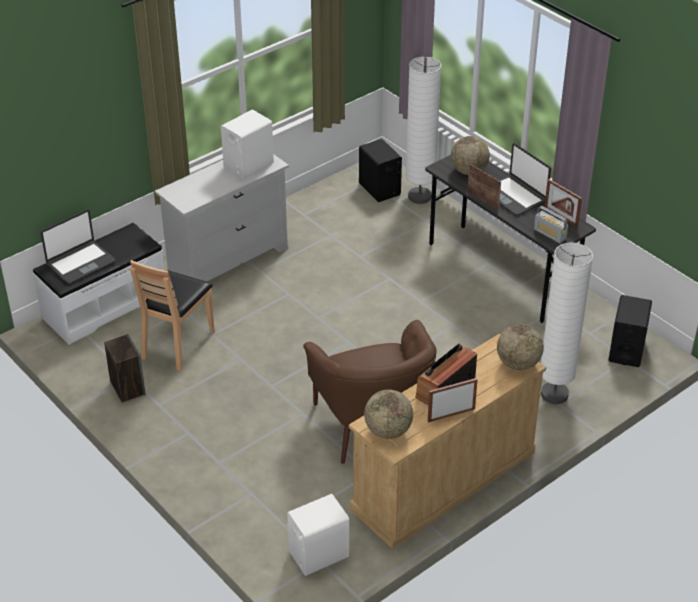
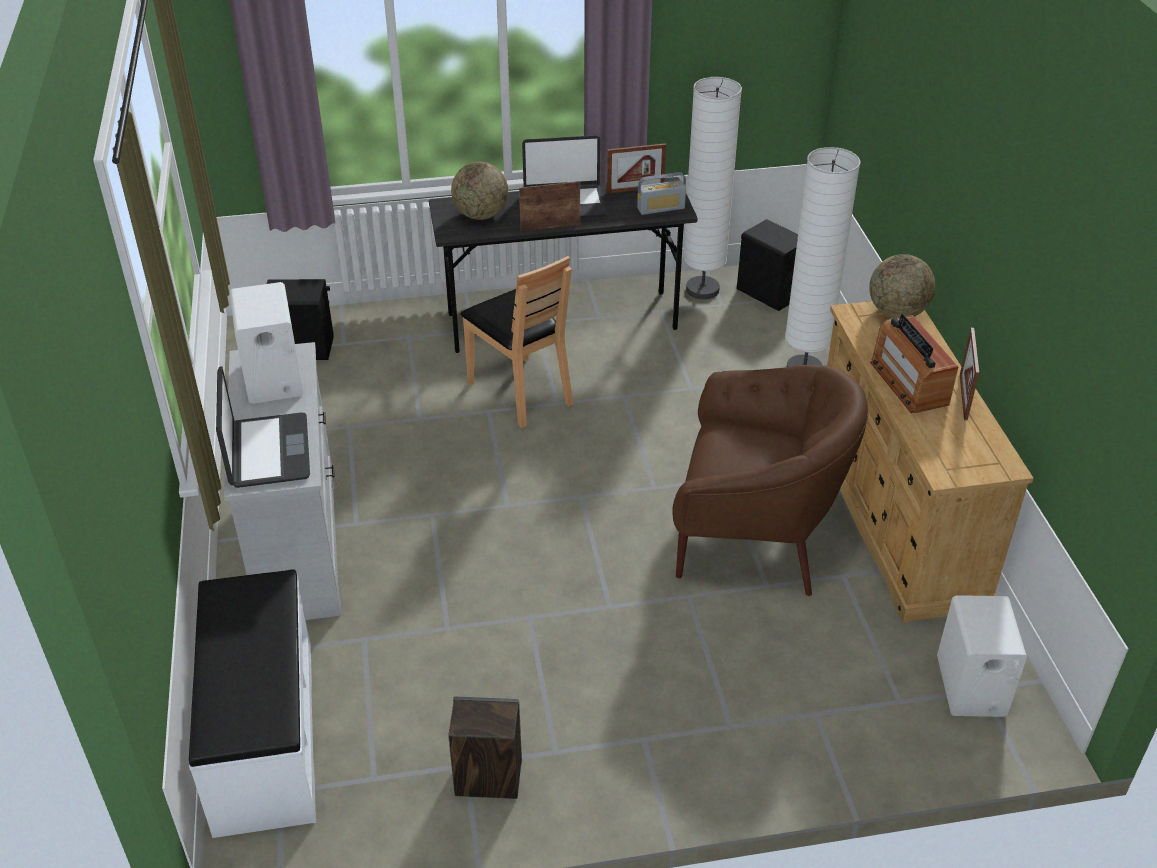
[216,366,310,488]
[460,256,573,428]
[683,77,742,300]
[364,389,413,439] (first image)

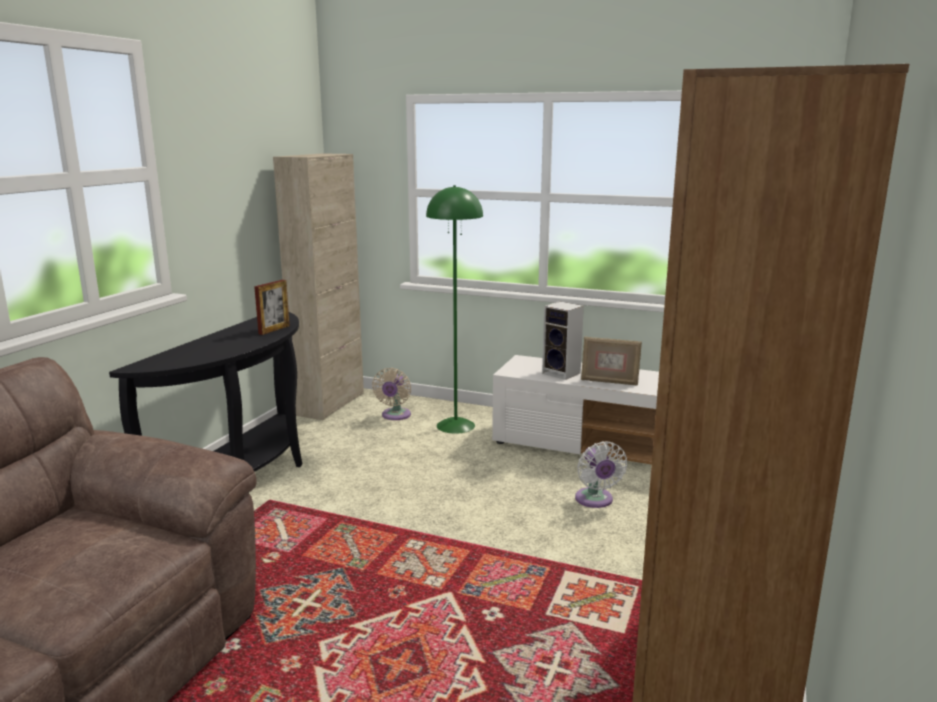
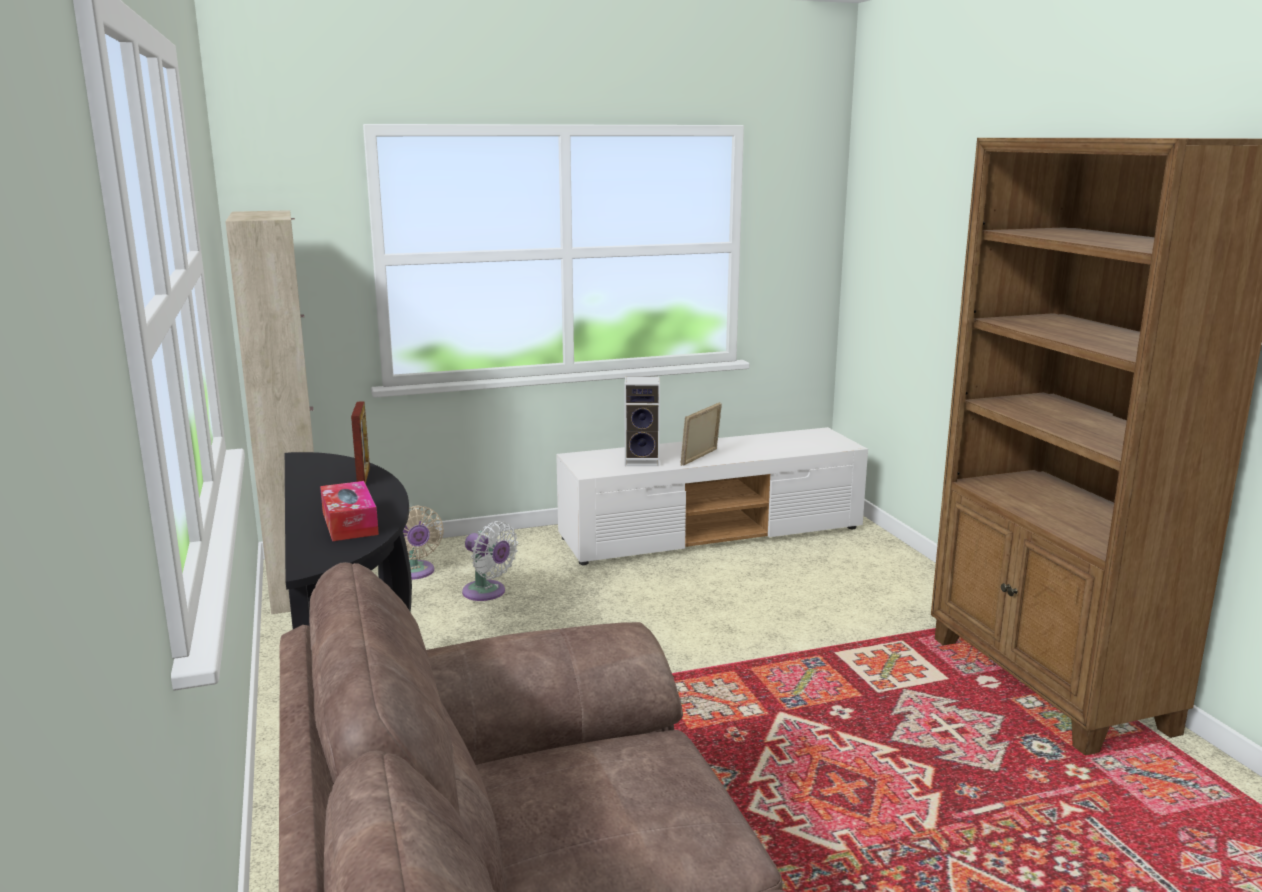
[320,481,379,541]
[462,521,518,601]
[681,402,722,466]
[426,185,483,434] (first image)

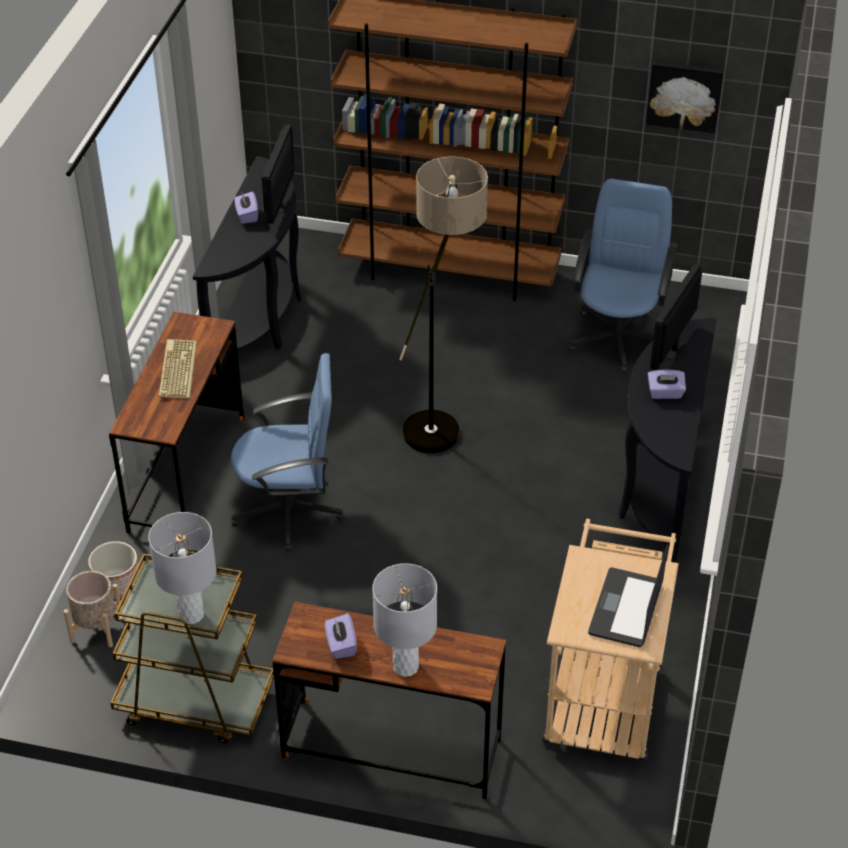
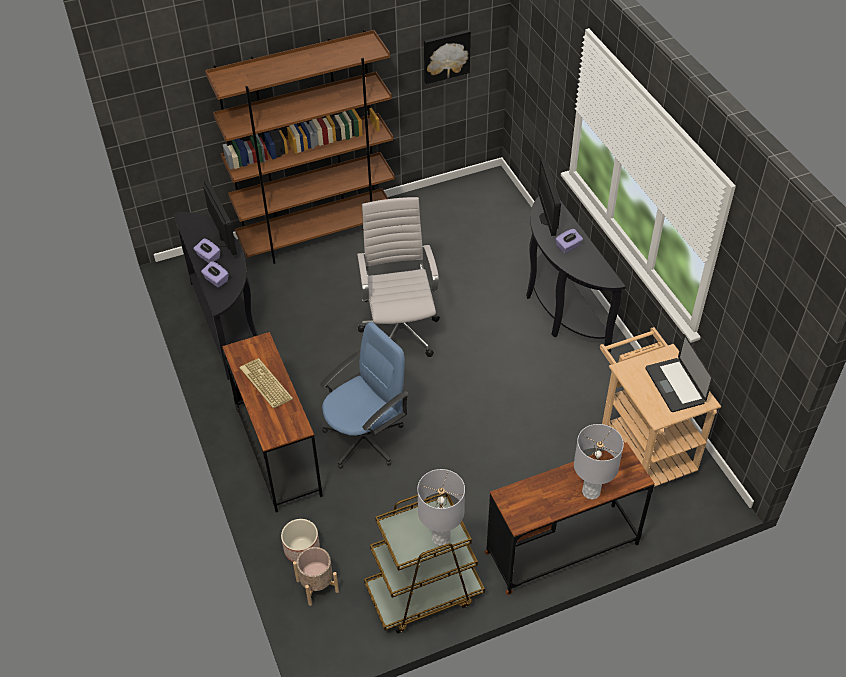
[201,261,229,288]
[357,197,440,357]
[569,179,678,373] (first image)

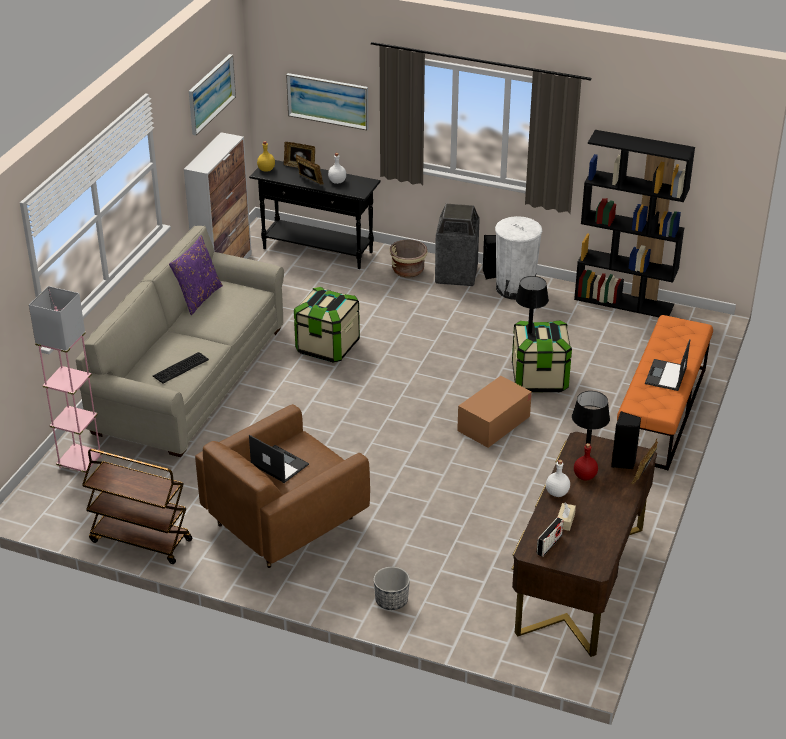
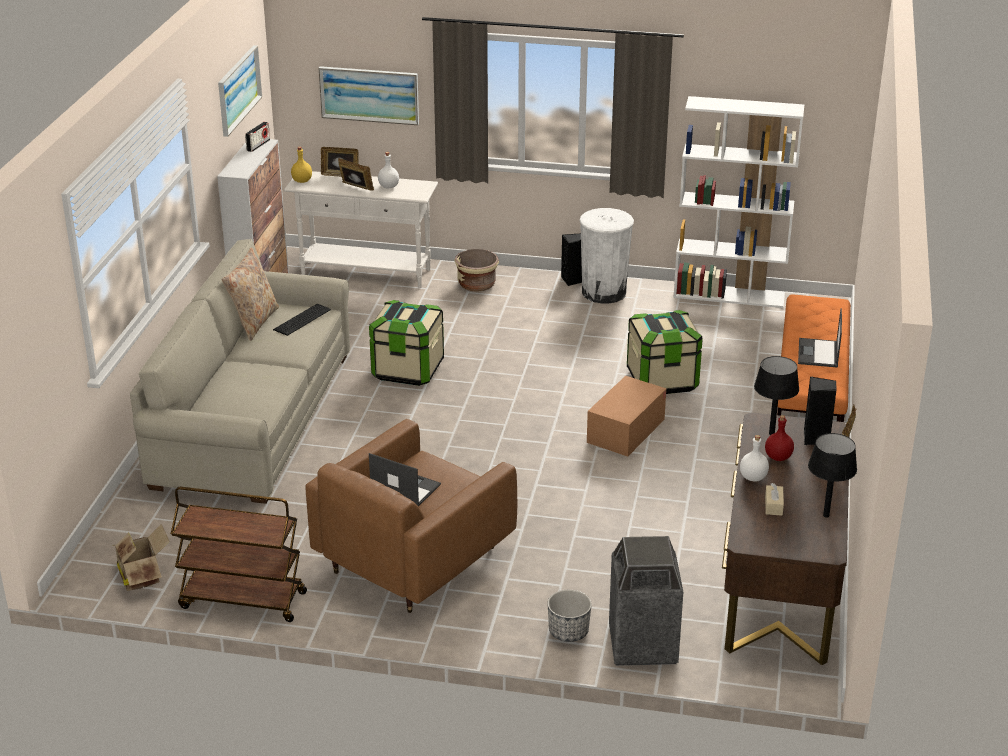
[115,524,170,591]
[221,247,279,341]
[245,122,270,152]
[273,304,331,336]
[284,171,438,288]
[609,536,683,666]
[673,96,804,308]
[808,433,857,518]
[29,286,102,475] (first image)

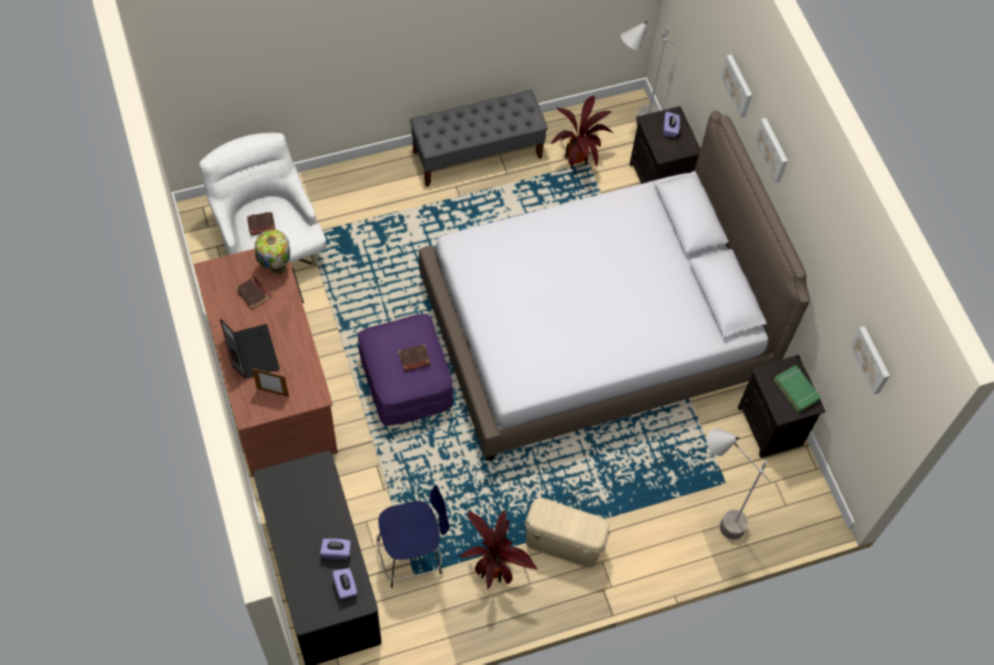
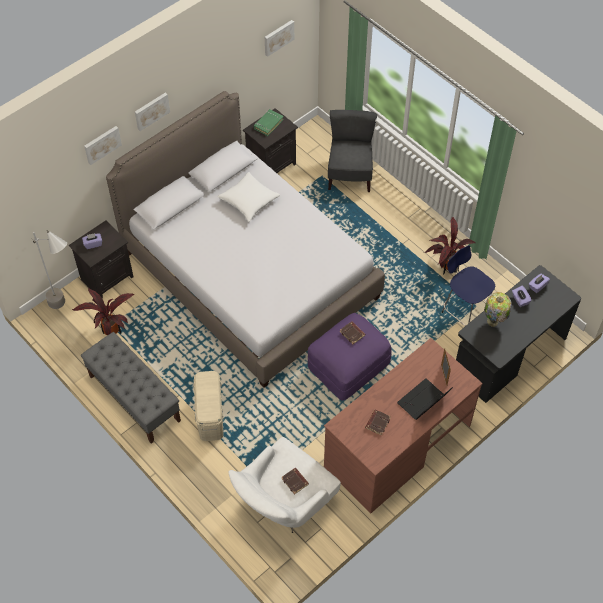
[193,371,224,441]
[217,172,280,222]
[328,110,377,192]
[484,292,512,327]

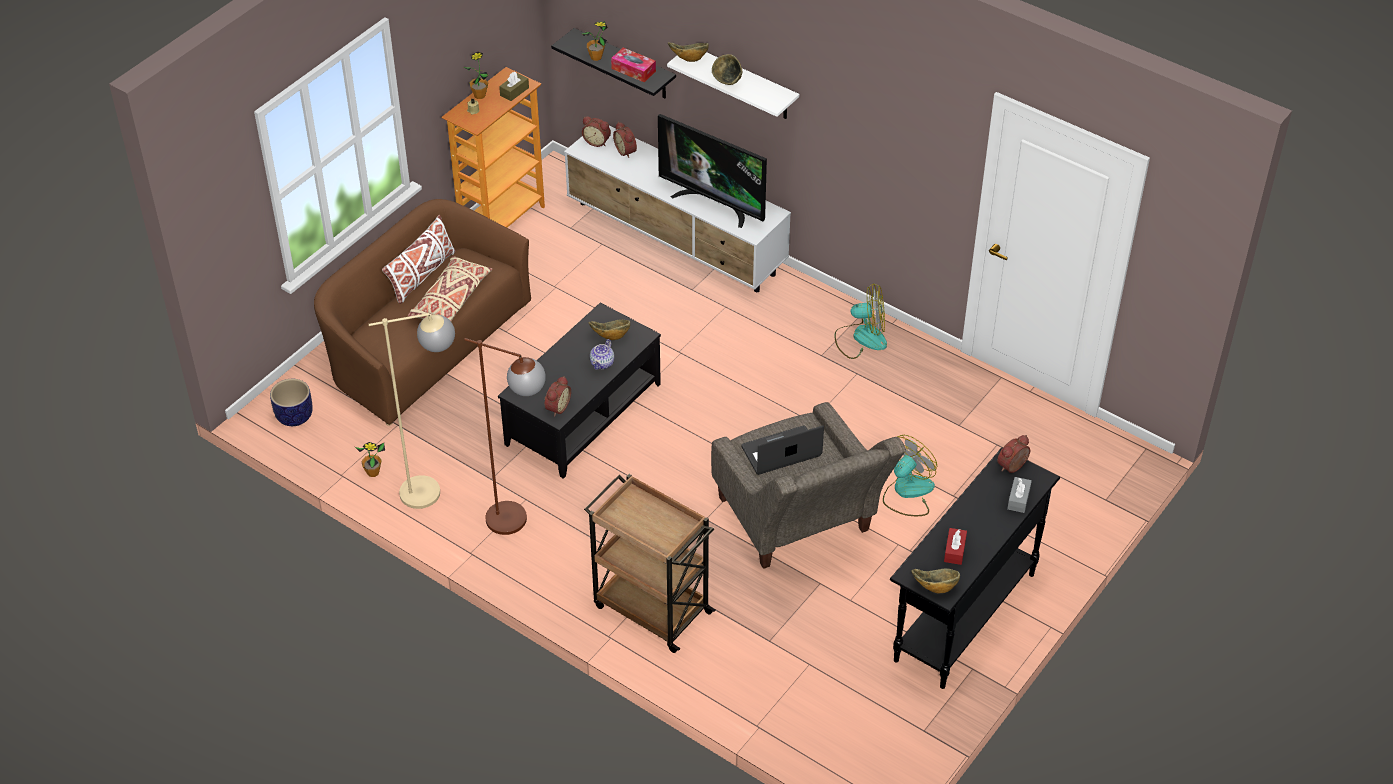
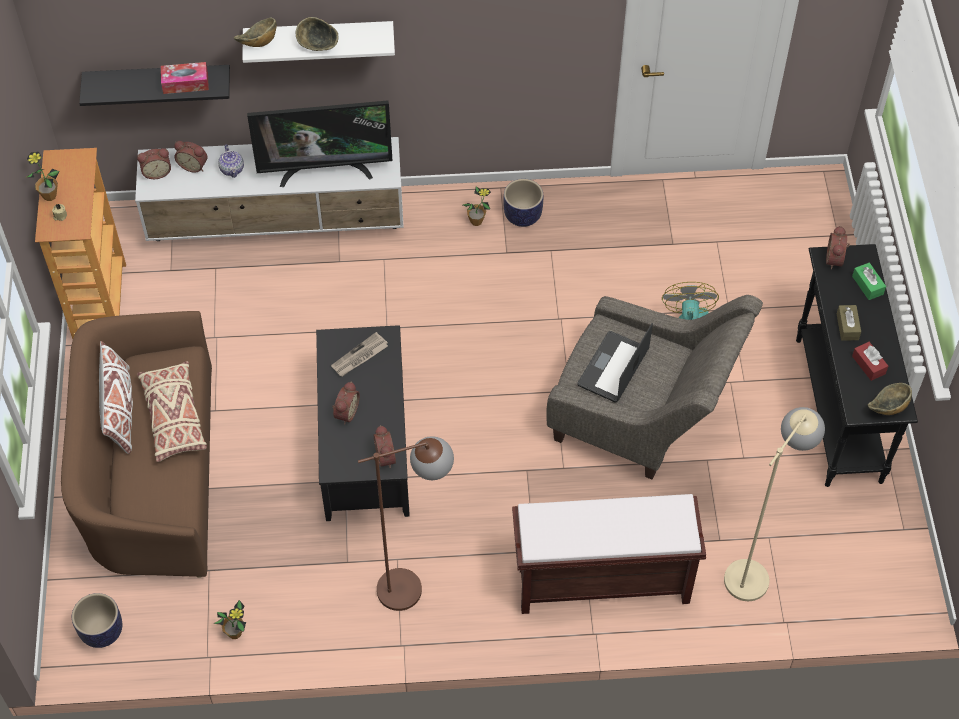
[218,144,244,178]
[331,332,388,377]
[332,382,360,424]
[463,186,491,226]
[504,179,543,227]
[512,494,706,614]
[724,407,825,601]
[837,305,861,341]
[852,263,886,300]

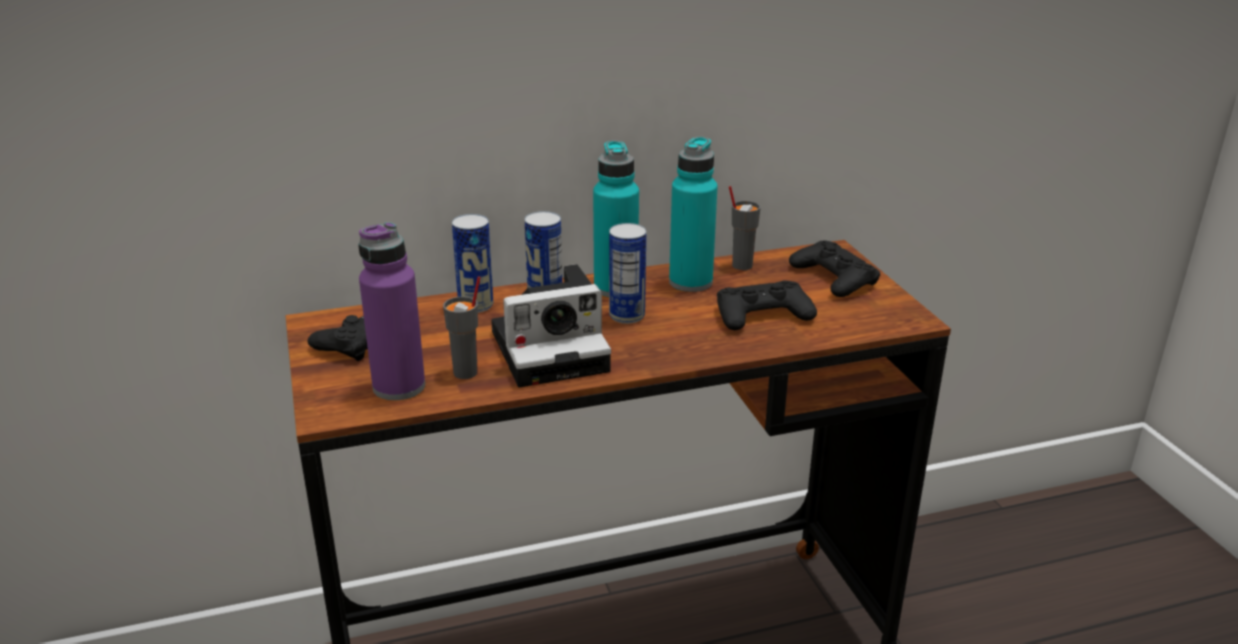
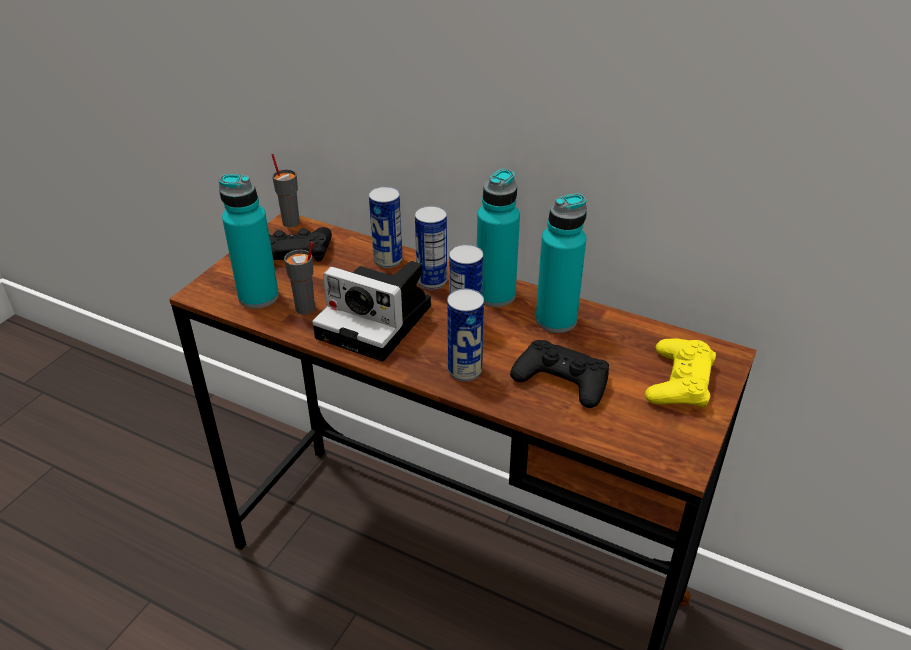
[219,174,279,309]
[271,154,300,228]
[447,288,484,381]
[645,338,716,408]

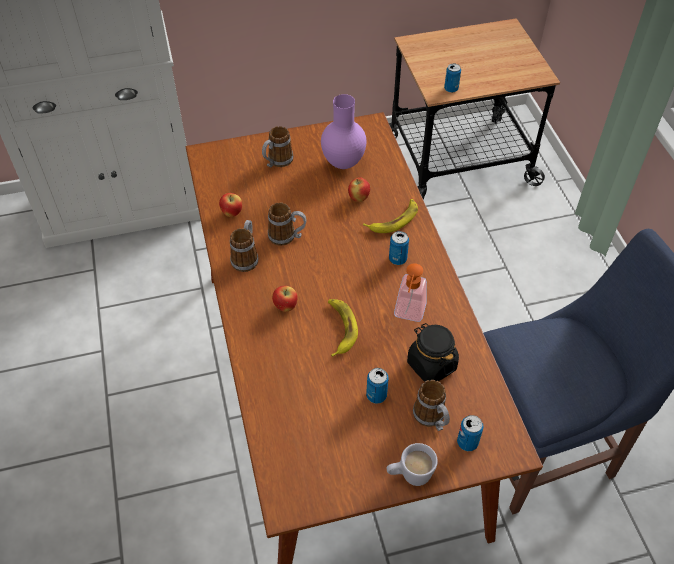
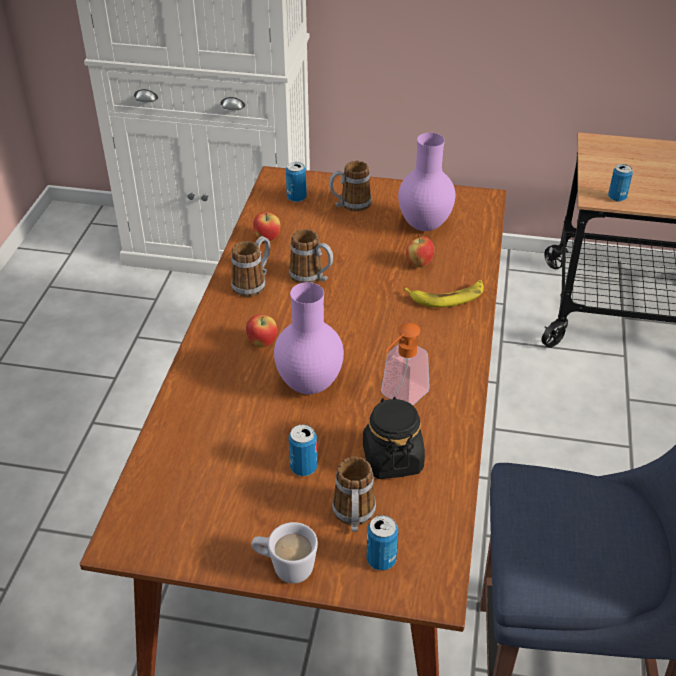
[274,282,344,394]
[286,162,307,202]

